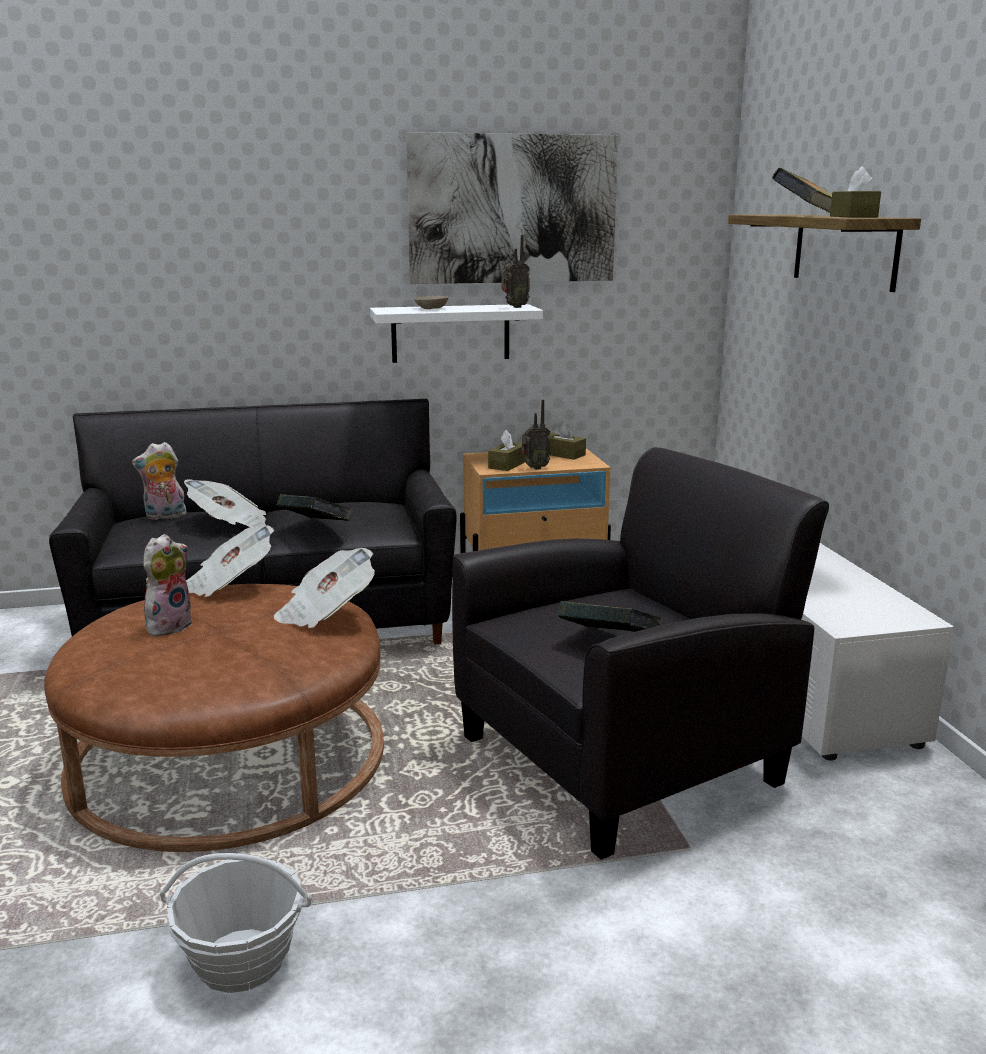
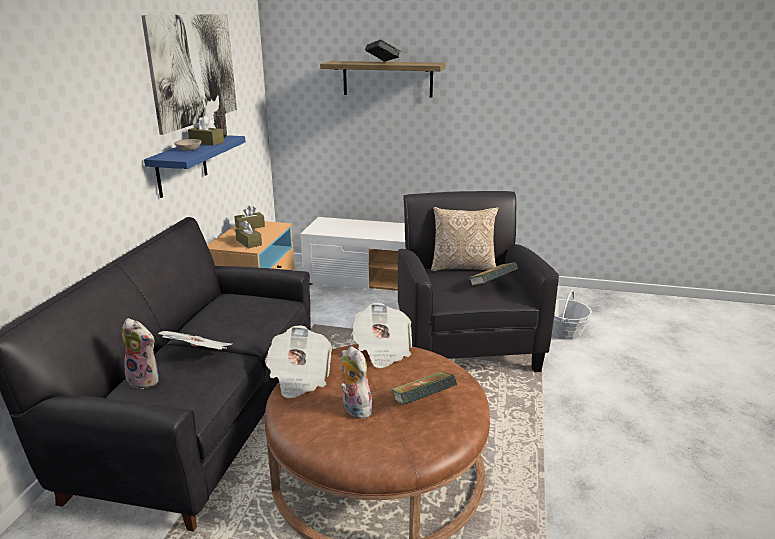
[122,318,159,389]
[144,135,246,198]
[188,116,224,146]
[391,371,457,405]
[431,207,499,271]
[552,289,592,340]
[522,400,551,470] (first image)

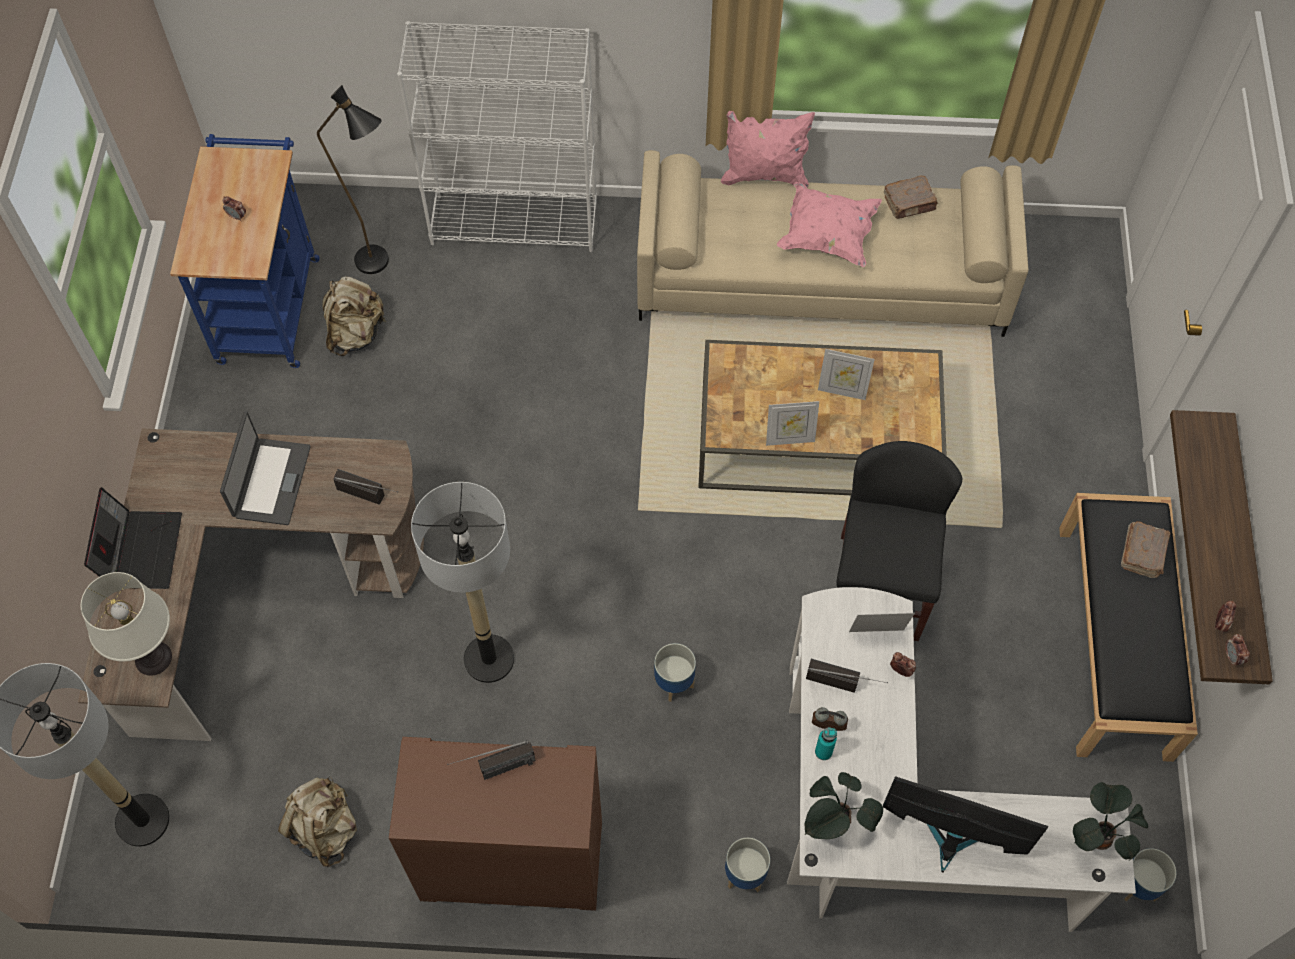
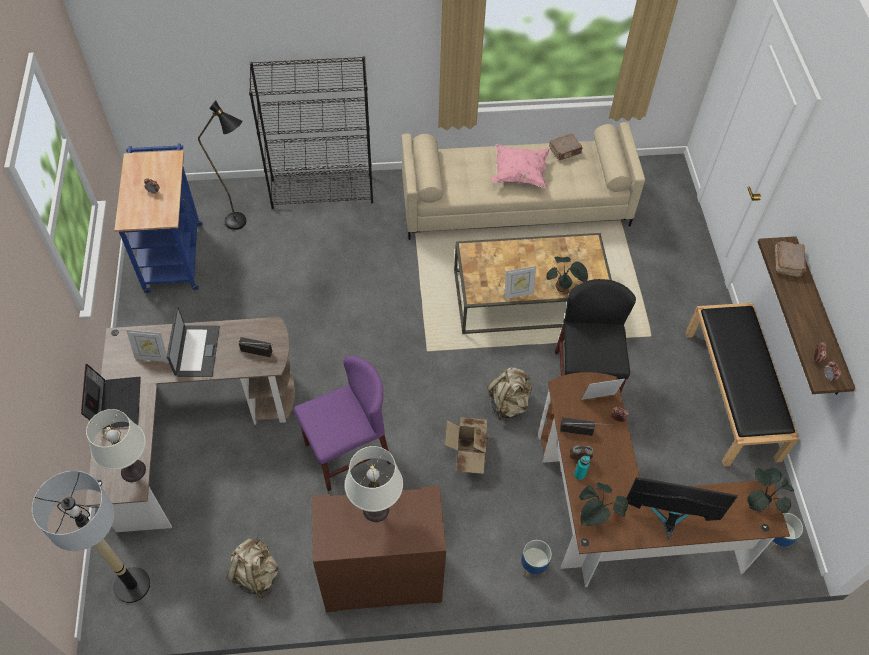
[126,329,169,362]
[249,57,373,209]
[294,355,391,491]
[345,446,403,522]
[445,417,488,474]
[487,367,532,422]
[538,372,790,587]
[546,257,588,292]
[775,241,807,277]
[721,111,815,188] (first image)

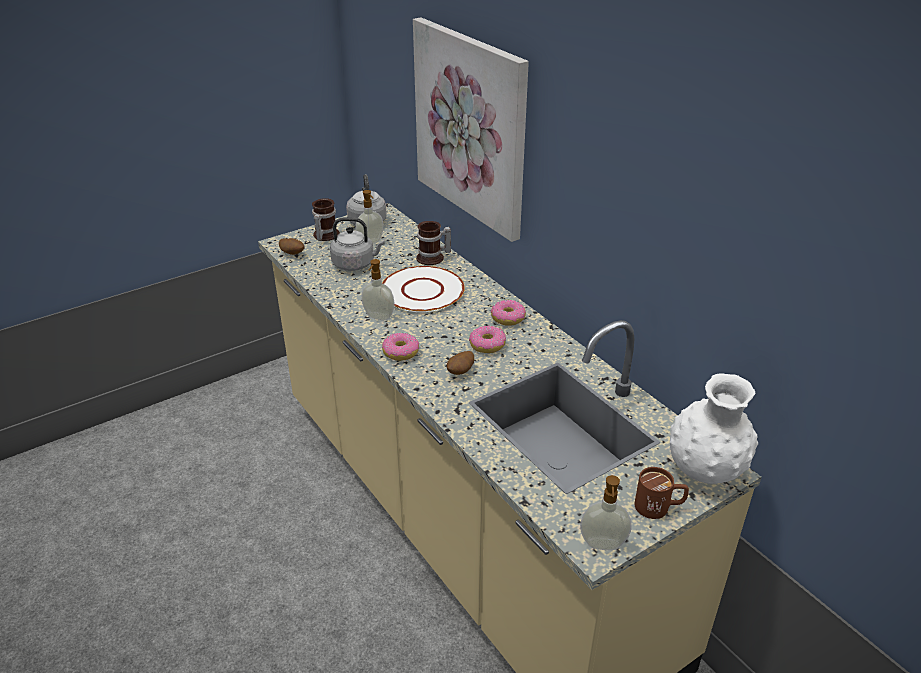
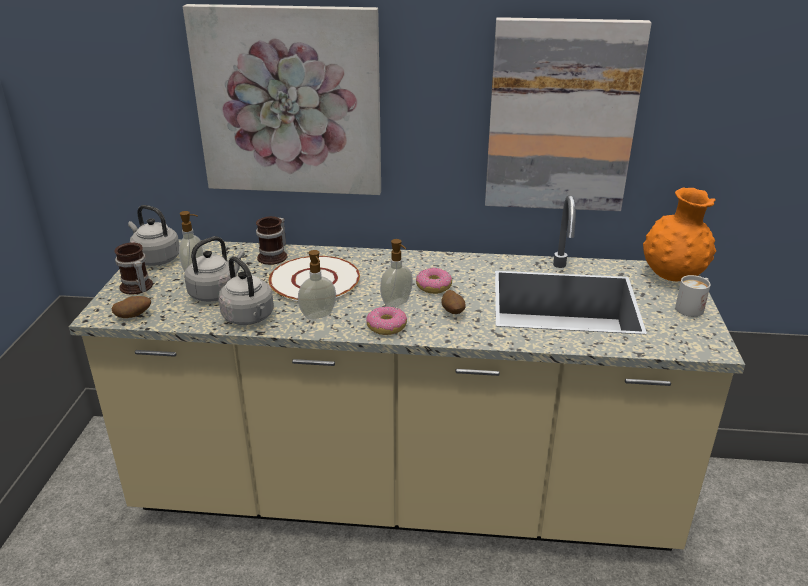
[219,256,274,325]
[380,239,413,307]
[485,17,652,211]
[643,188,716,281]
[675,275,711,317]
[491,300,526,325] (first image)

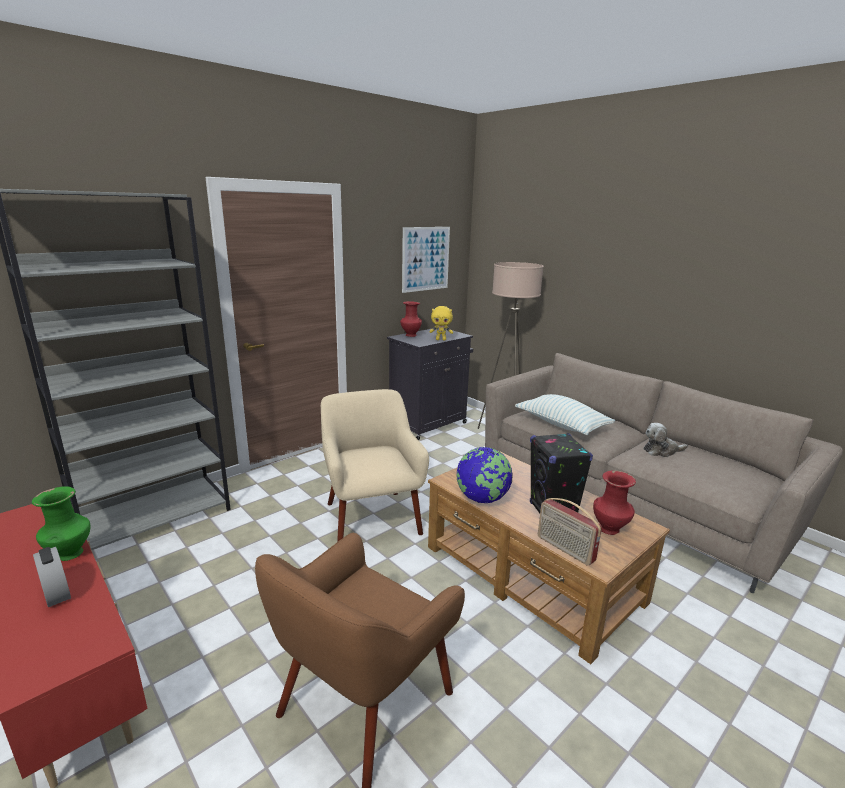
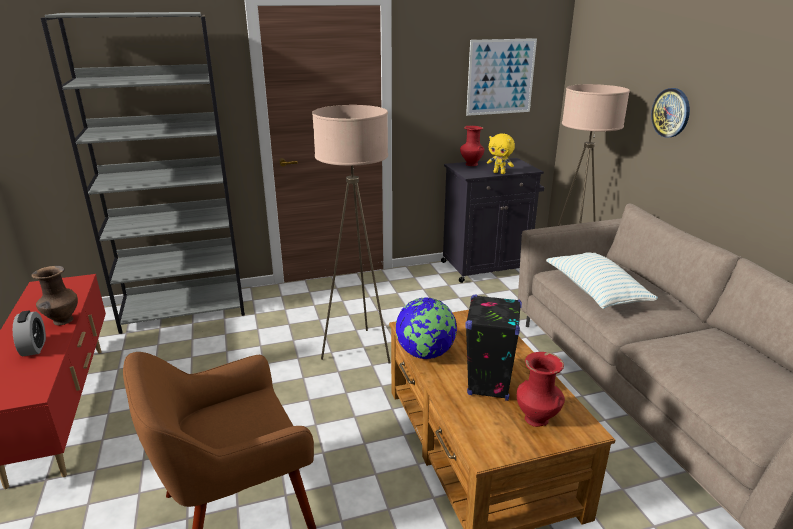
[31,266,78,325]
[312,105,391,364]
[651,88,690,137]
[538,498,602,566] (first image)
[644,423,688,457] (first image)

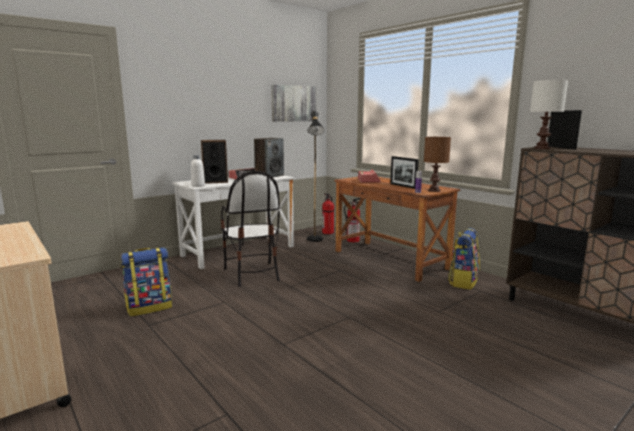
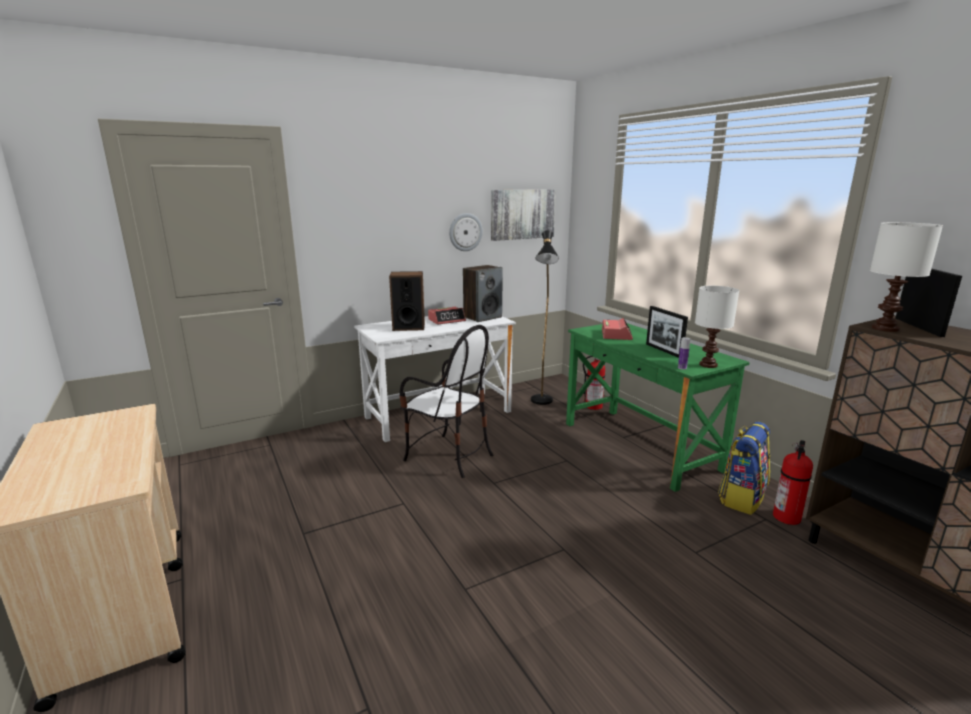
[399,325,493,478]
[449,213,483,251]
[566,323,750,492]
[695,286,739,368]
[773,440,813,525]
[121,247,172,317] (first image)
[191,155,205,187] (first image)

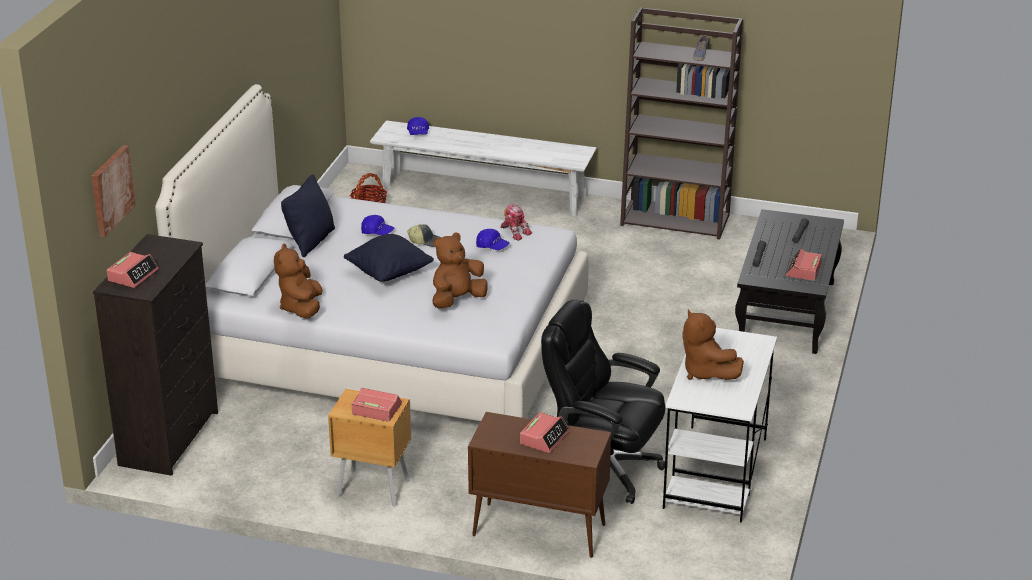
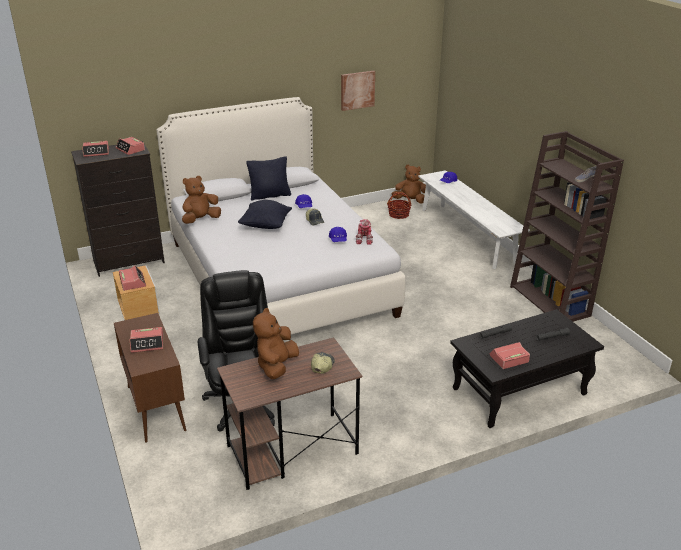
[116,137,145,155]
[217,337,362,490]
[311,352,335,374]
[341,71,375,111]
[391,165,426,203]

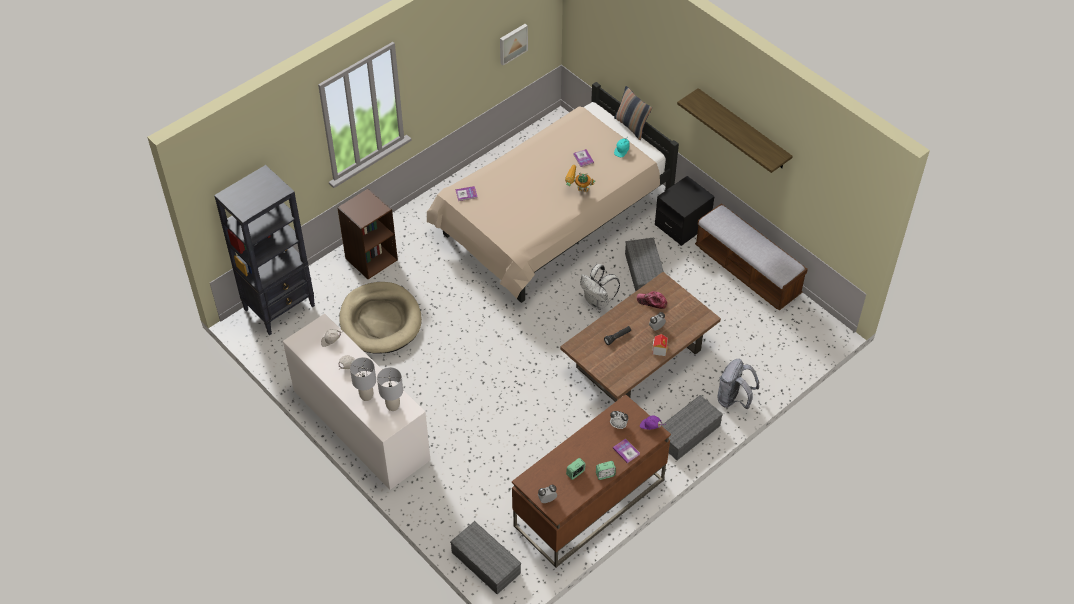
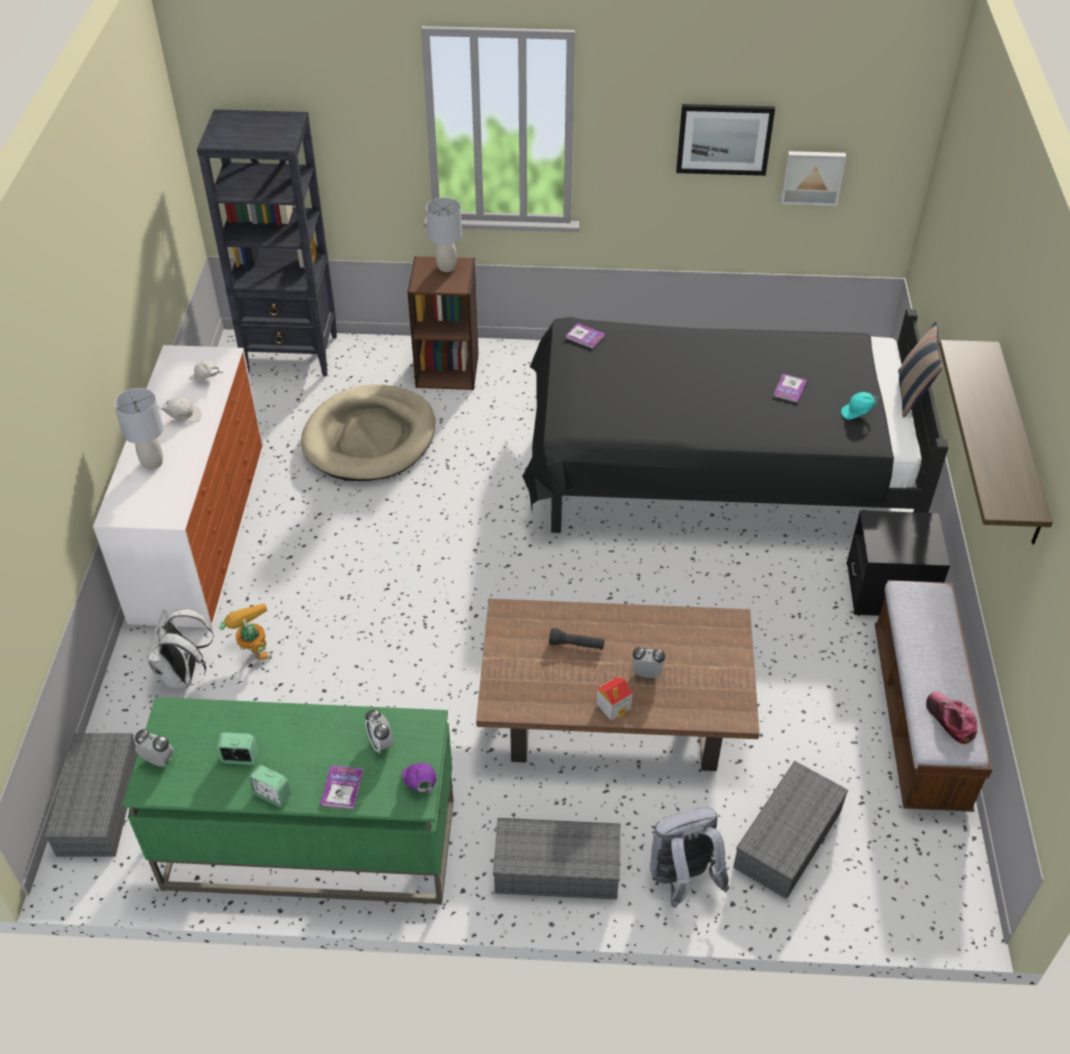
[122,697,453,905]
[147,609,214,689]
[220,603,272,660]
[426,198,462,272]
[522,309,948,533]
[676,104,775,176]
[733,761,848,899]
[926,691,977,744]

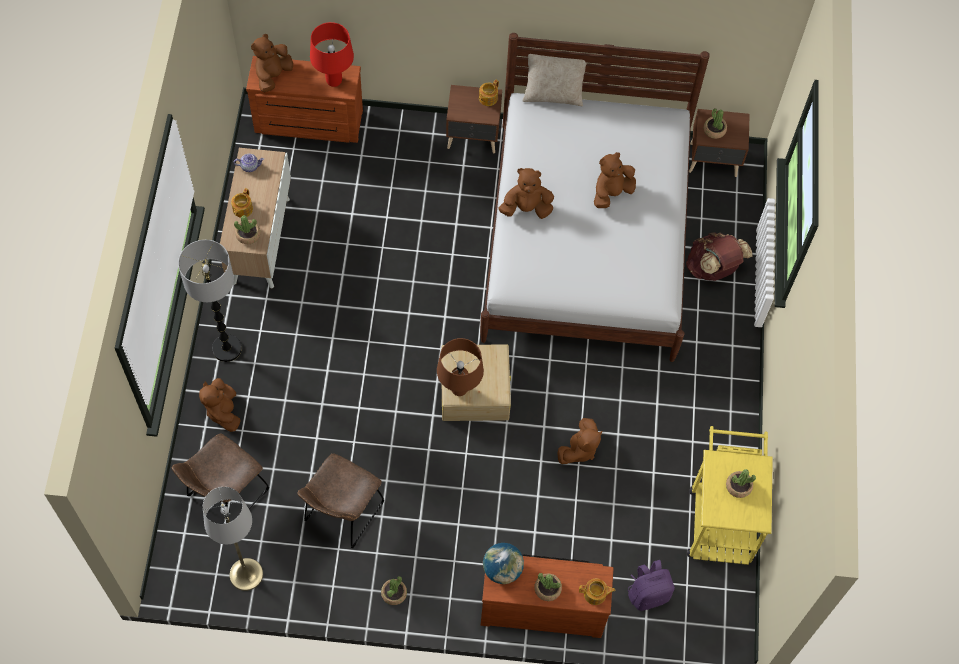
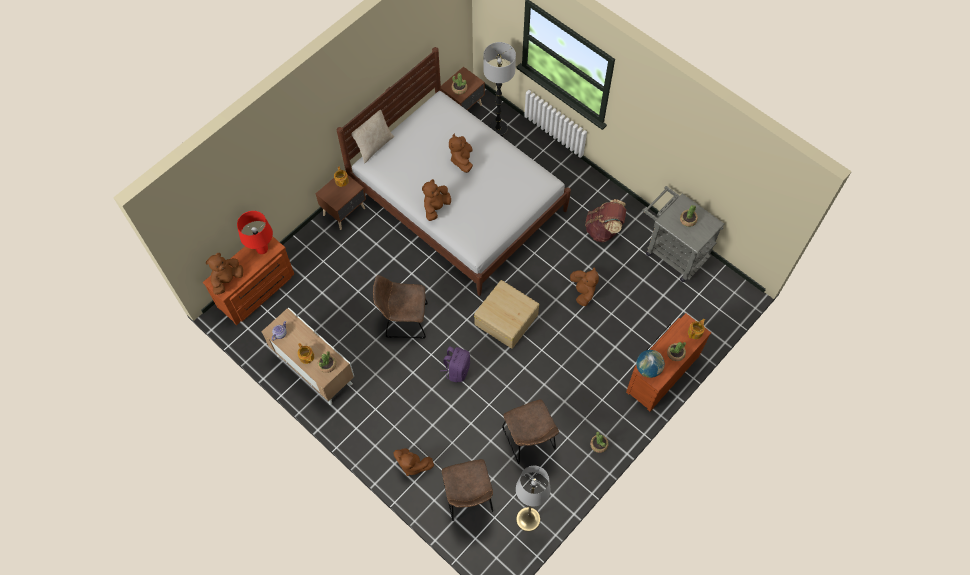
[206,253,243,295]
[373,275,428,339]
[440,346,470,382]
[483,42,516,136]
[585,199,626,242]
[642,186,725,282]
[437,338,484,396] (first image)

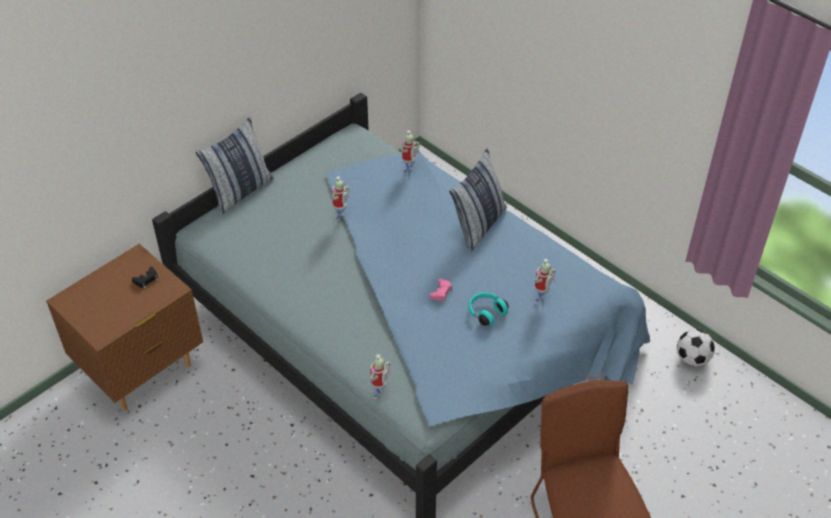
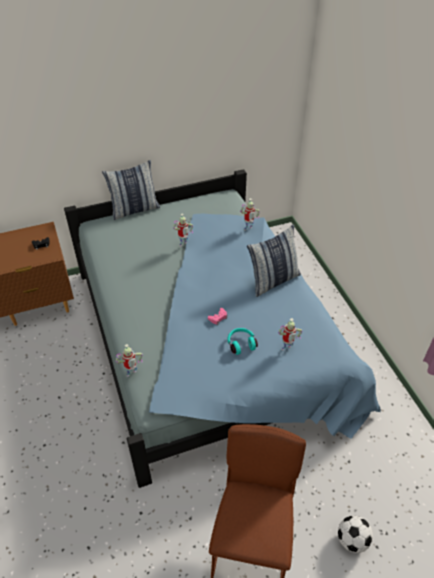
[338,516,373,553]

